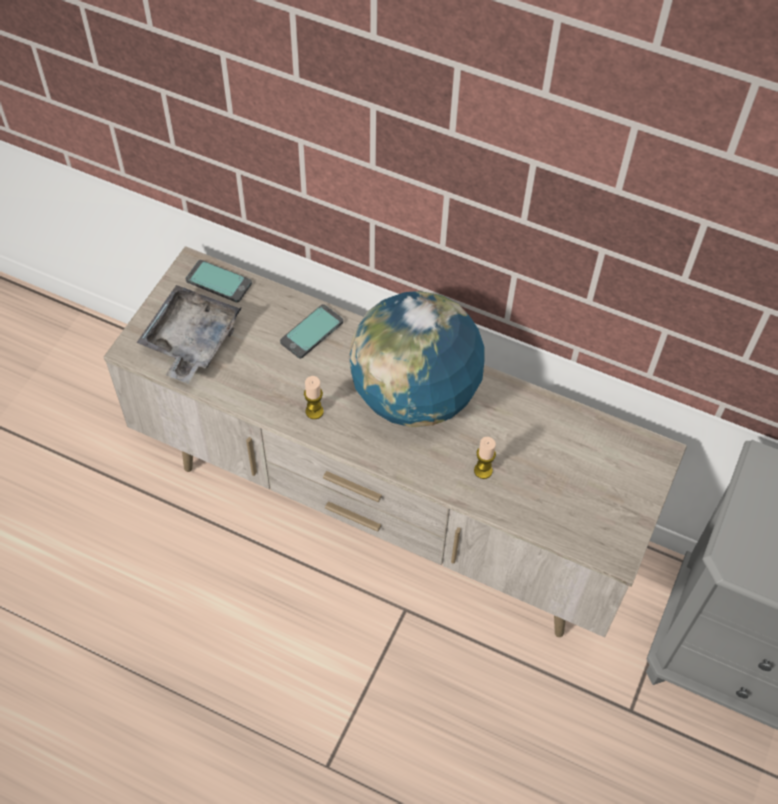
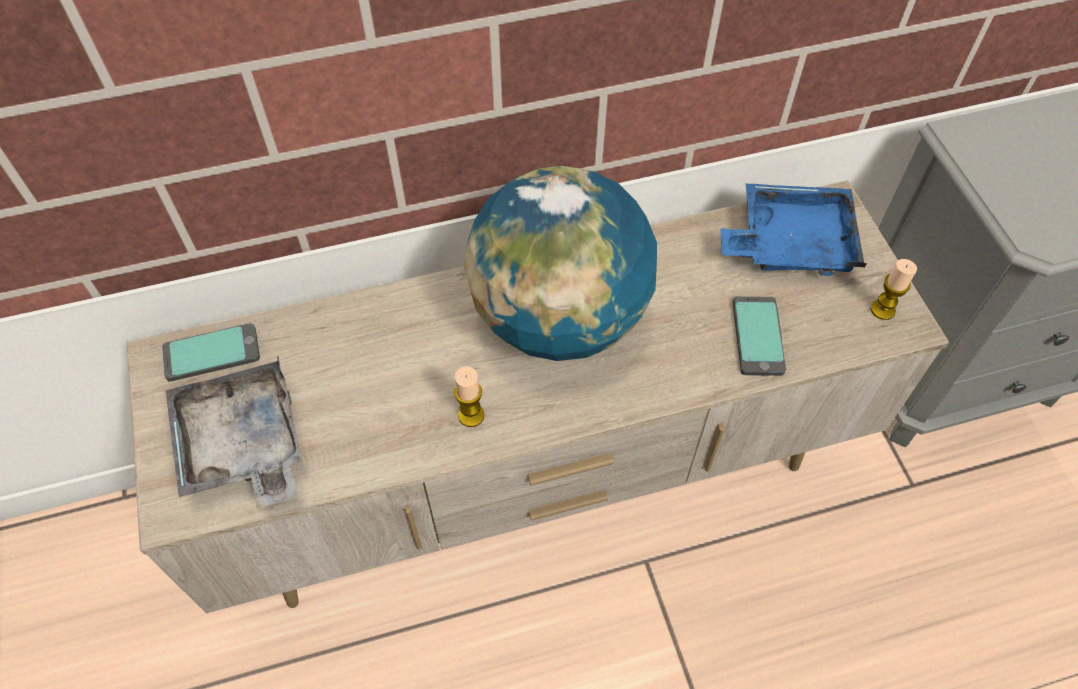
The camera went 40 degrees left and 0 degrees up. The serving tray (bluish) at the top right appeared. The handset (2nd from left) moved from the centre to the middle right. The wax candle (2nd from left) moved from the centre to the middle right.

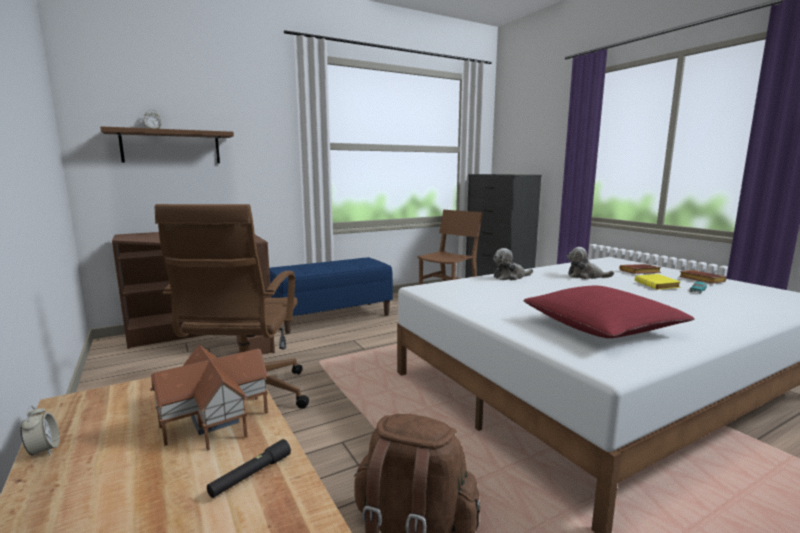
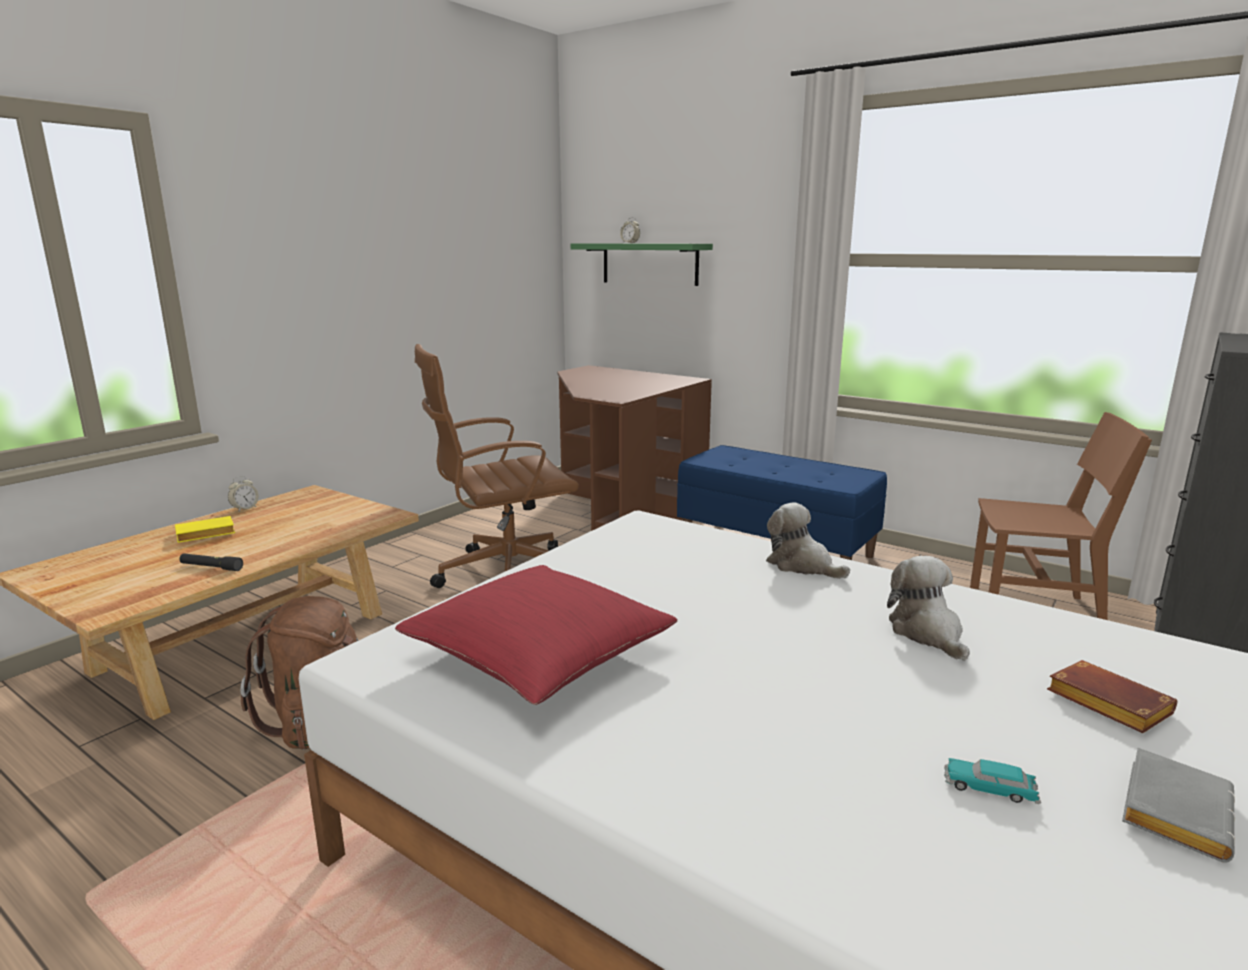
The camera went 65 degrees right and 5 degrees up. The model house at the bottom left disappeared. The volume (yellow) moved from the middle right to the middle left. The bracket shelf (brownish) at the top left became the bracket shelf (greenish) at the top centre. The volume (brownish) (2nd from left) at the middle right became the volume (gray) at the bottom right.

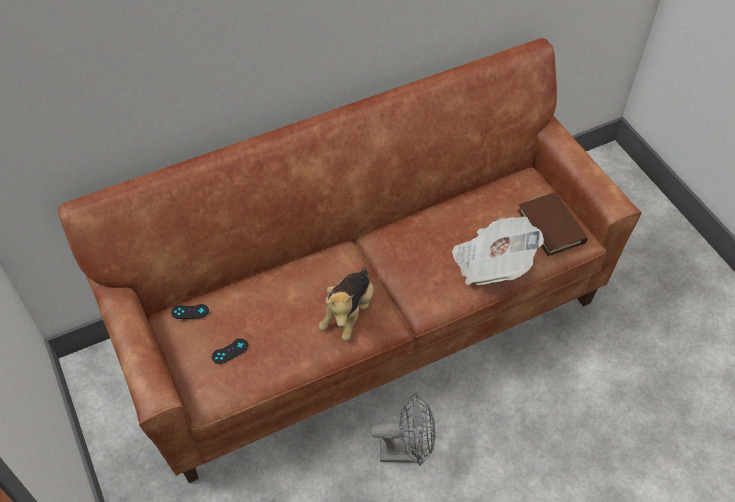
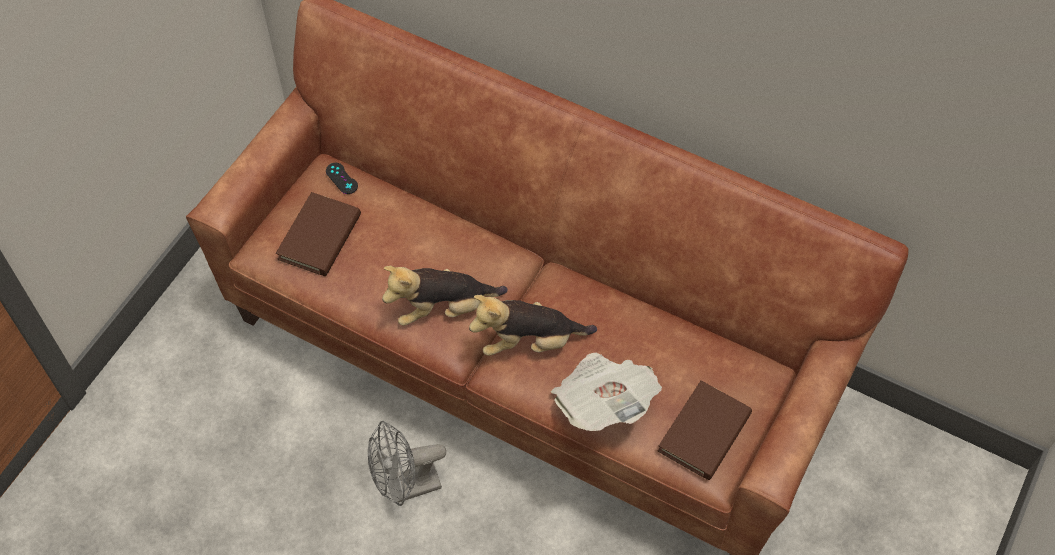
The camera went 55 degrees right and 5 degrees up. The soft toy (2nd from left) at the centre appeared. The joypad (black-coloured) (2nd from left) at the bottom left was replaced by the volume (brownish) (1st from left) at the middle left. The electric fan (gray) at the bottom centre turned 105 degrees clockwise.

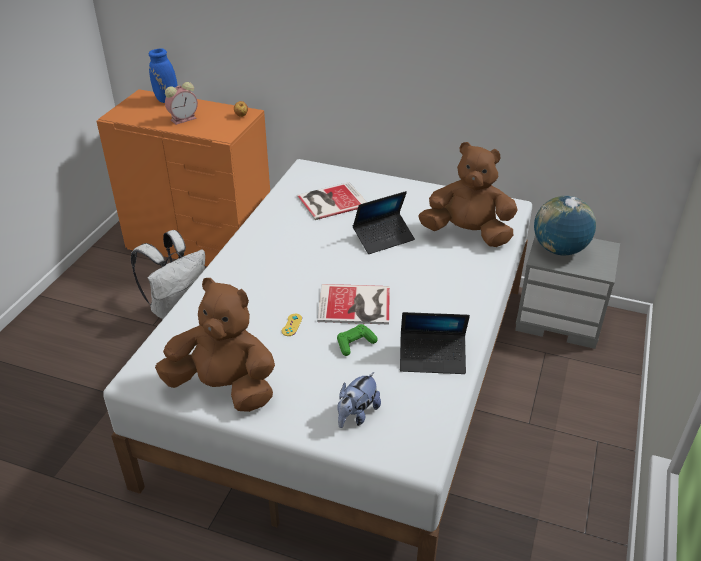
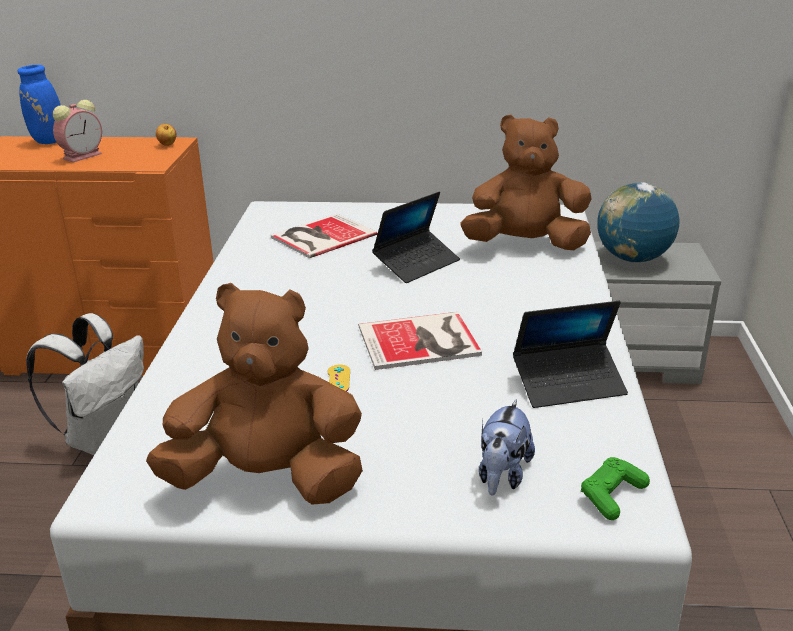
The camera went 15 degrees left and 10 degrees down. The joypad (greenish) moved from the centre to the bottom right.

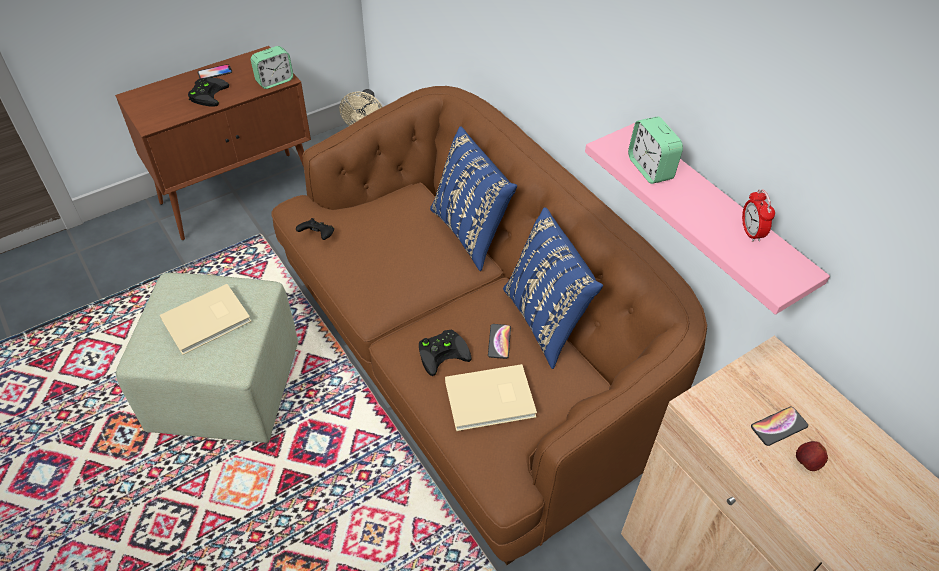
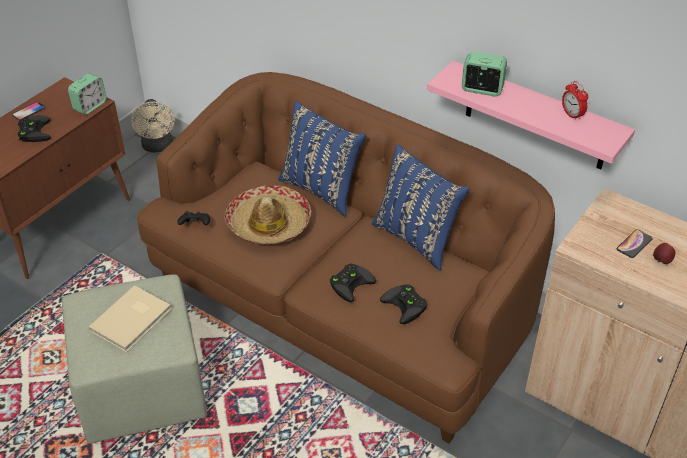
The camera went 20 degrees left and 5 degrees down. The handset (2nd from left) at the centre disappeared. The clothing hat at the centre appeared. The volume (beige-coloured) (2nd from left) at the bottom centre was replaced by the joypad (black-coloured) (4th from left) at the centre. The alarm clock (2nd from left) at the top right turned 150 degrees clockwise.

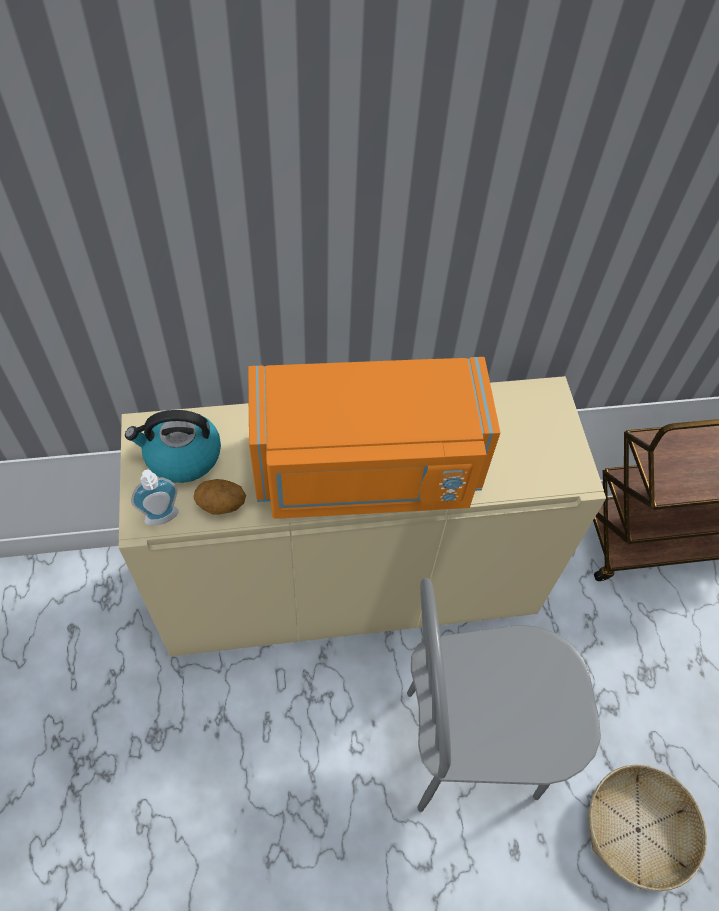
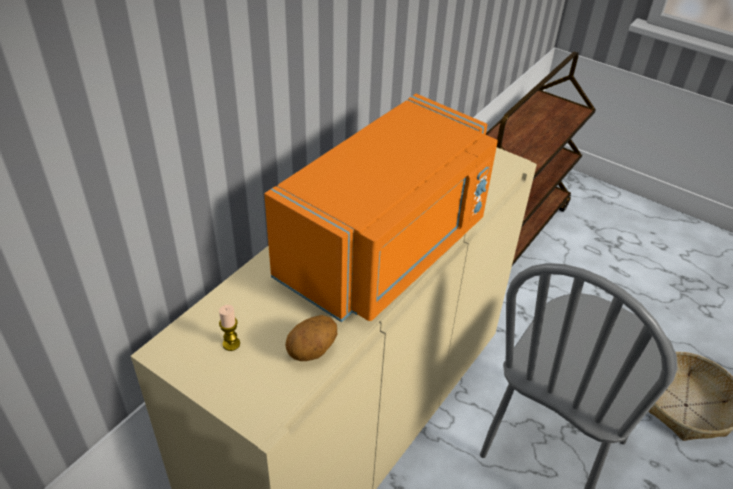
The camera went 45 degrees left and 15 degrees down. The soap bottle at the middle left disappeared. The tea kettle at the middle left was replaced by the wax candle at the bottom left.

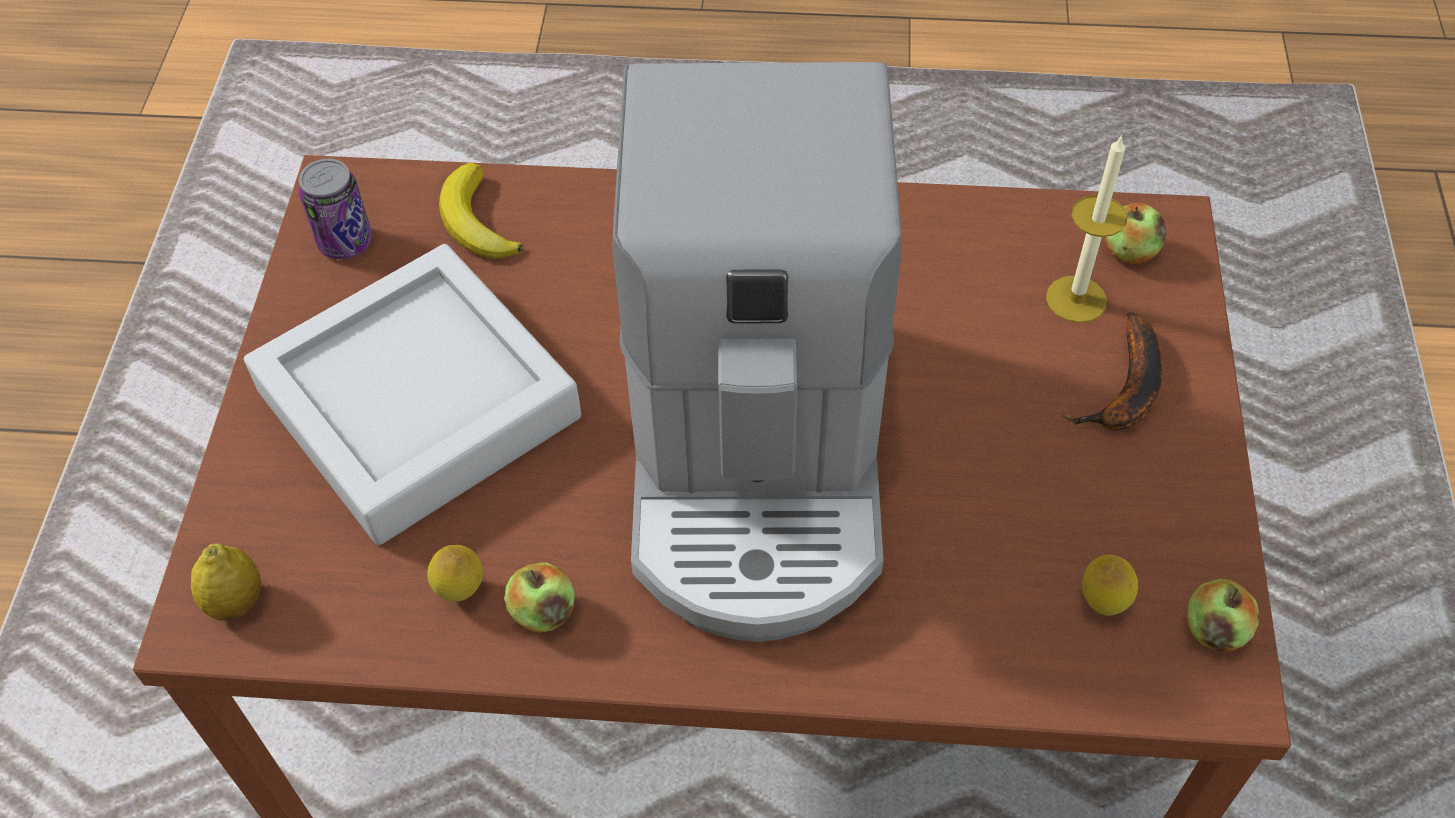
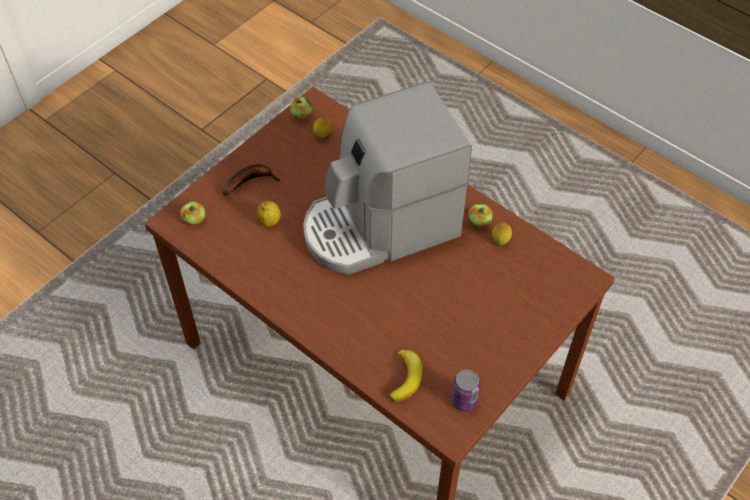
The camera went 145 degrees left and 0 degrees up. The serving tray (gray) at the middle left disappeared. The wax candle at the top right disappeared. The whole lemon (1st from left) moved from the bottom left to the centre. The coffee maker at the centre turned 150 degrees counterclockwise.

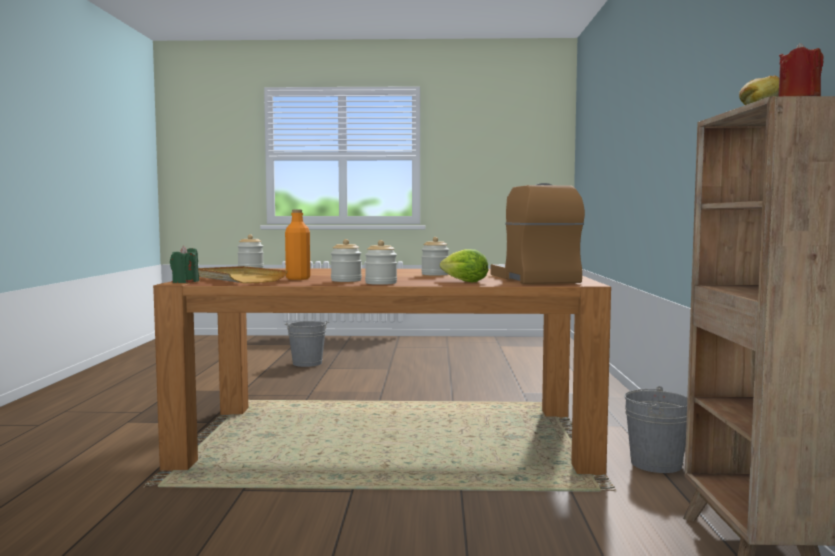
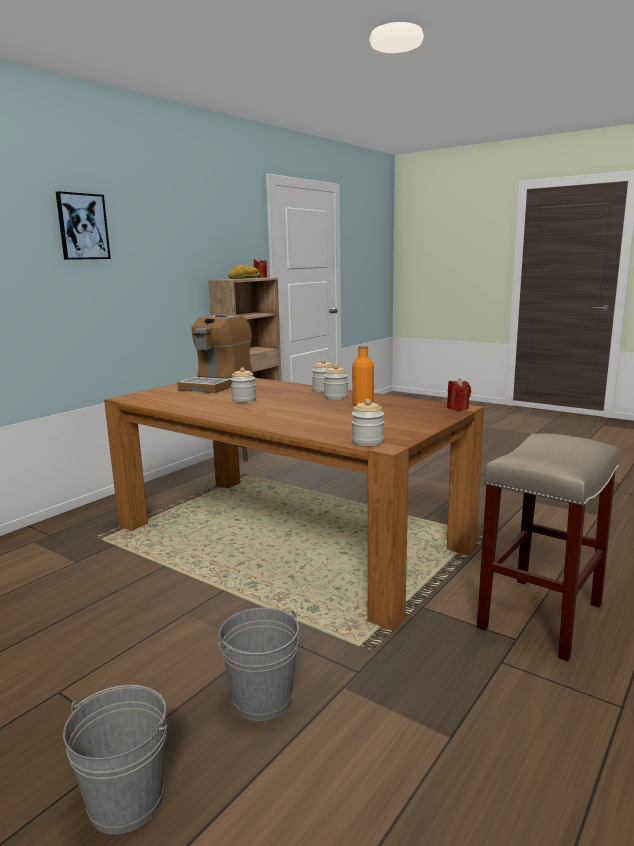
The camera went 145 degrees left and 10 degrees up. The serving tray (beige-coloured) at the middle left disappeared. The head of lettuce at the centre disappeared. The wall art at the top left appeared. The stool seat (beige-coloured) at the middle right appeared. The water bucket (gray) (2nd from left) moved from the bottom right to the bottom centre. The wax candle (greenish) at the middle left became the wax candle (red) (2nd from left) at the middle right.

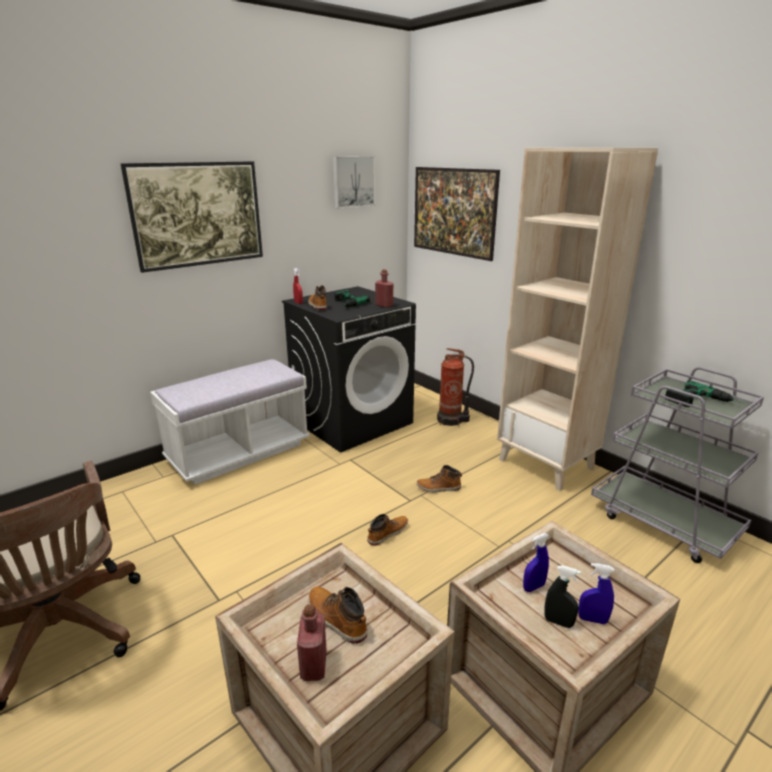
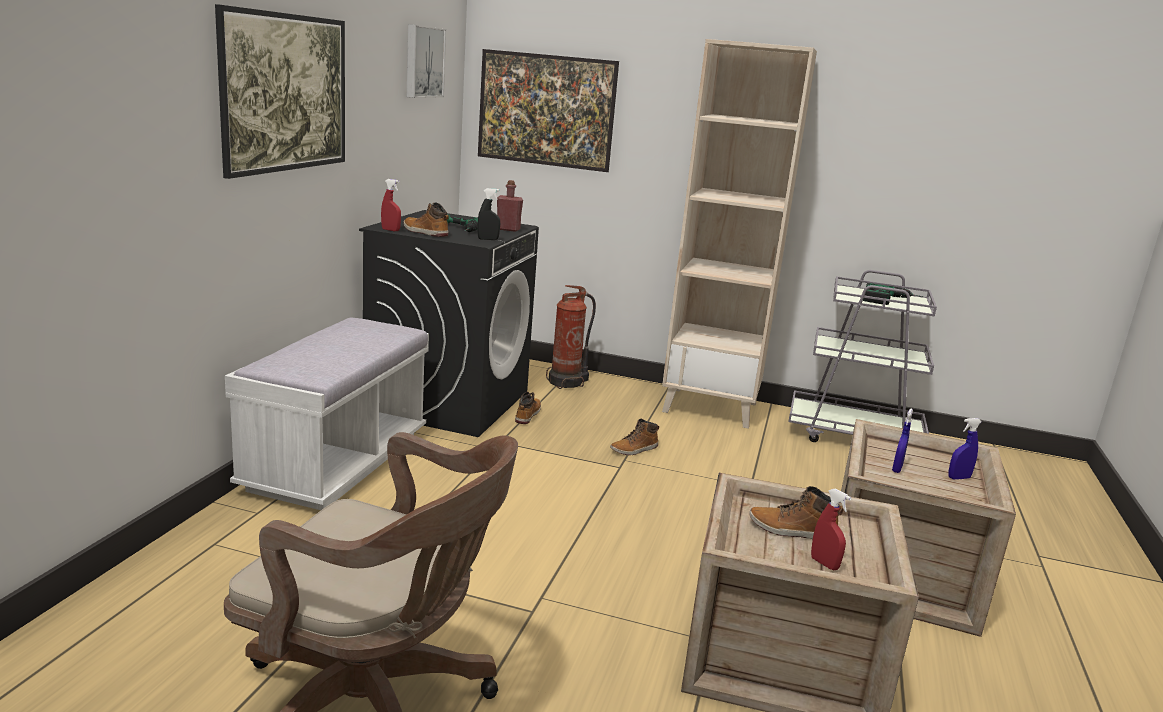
The camera went 35 degrees left and 5 degrees down. The tall boot (3rd from left in the first image) moved from the bottom centre to the centre. The hand sprayer (black-coloured) moved from the bottom right to the top centre. The drink bottle (red) (1st from left) at the bottom centre was replaced by the hand sprayer (red) (2nd from left) at the bottom right.

